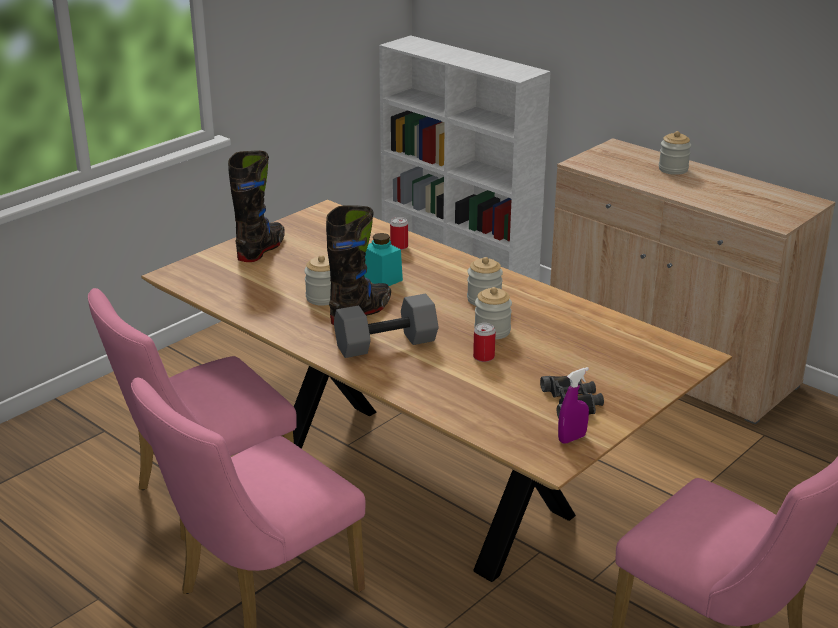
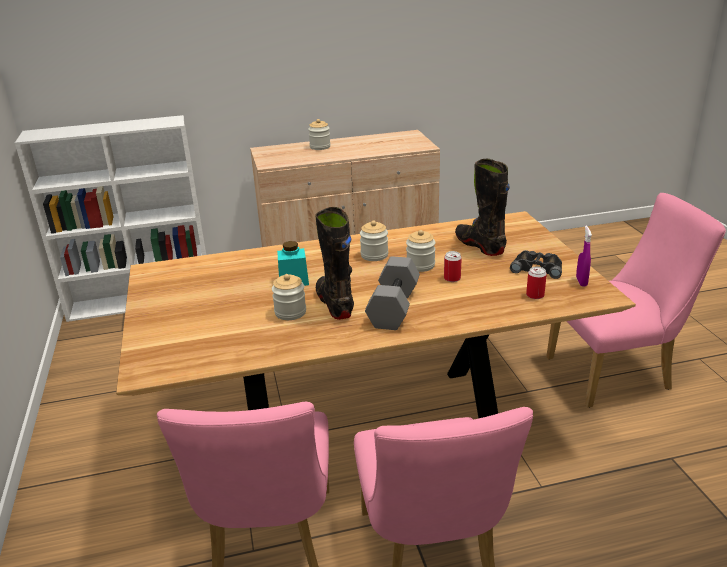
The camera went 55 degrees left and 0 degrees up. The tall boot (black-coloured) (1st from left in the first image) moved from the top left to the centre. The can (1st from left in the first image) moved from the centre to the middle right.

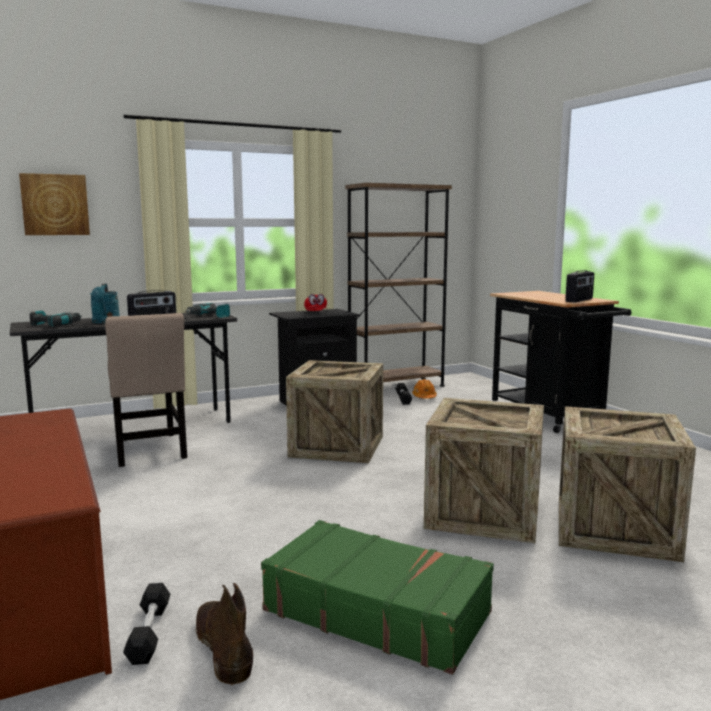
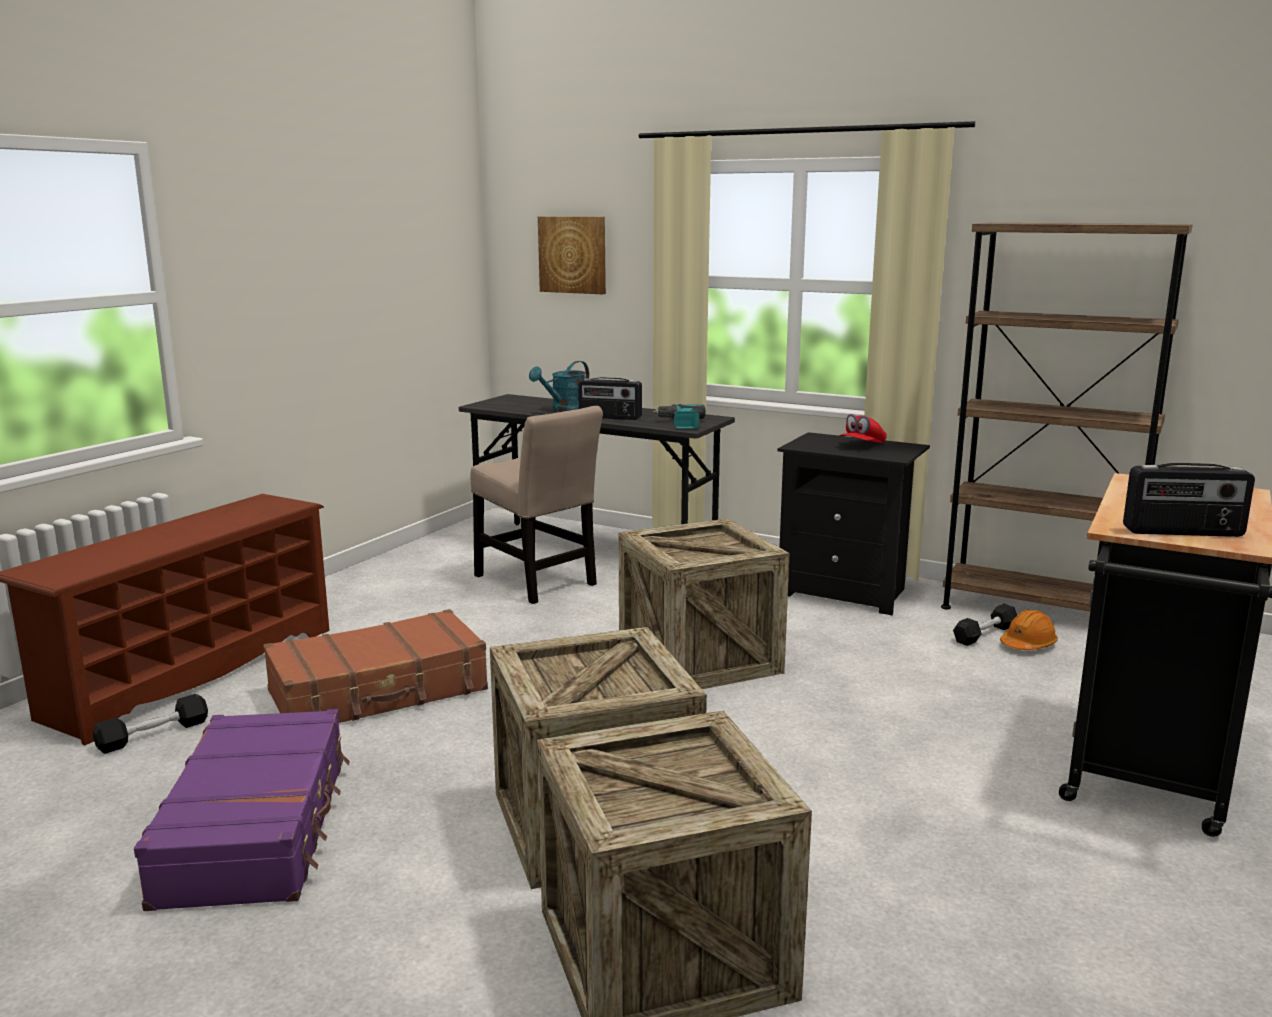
The camera went 55 degrees right and 5 degrees up. The drill (1st from left) at the middle left disappeared. The tall boot (brownish) at the bottom left disappeared. The travel case (brownish) at the middle left appeared. The travel case (greenish) at the bottom centre became the travel case (purple) at the bottom left. The plain chair (beige-coloured) at the middle left turned 75 degrees counterclockwise.

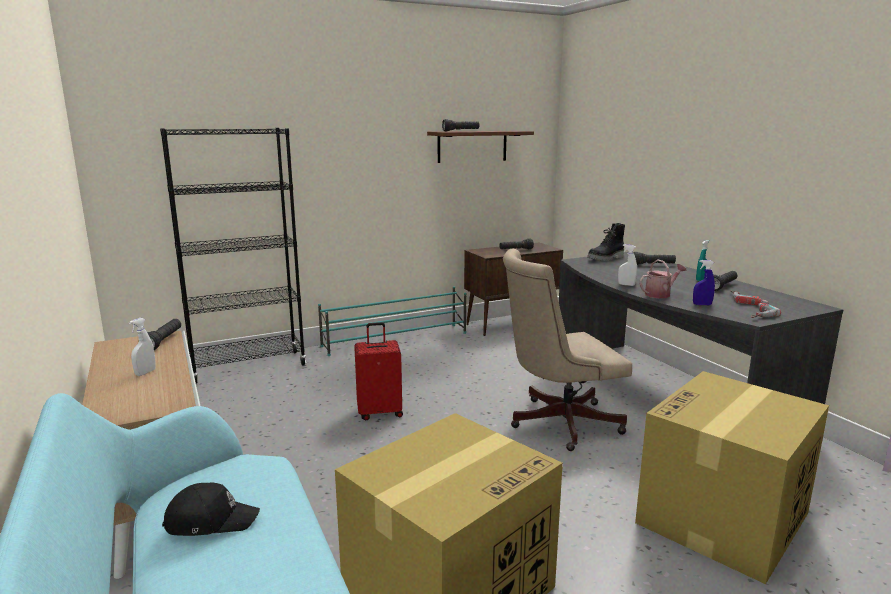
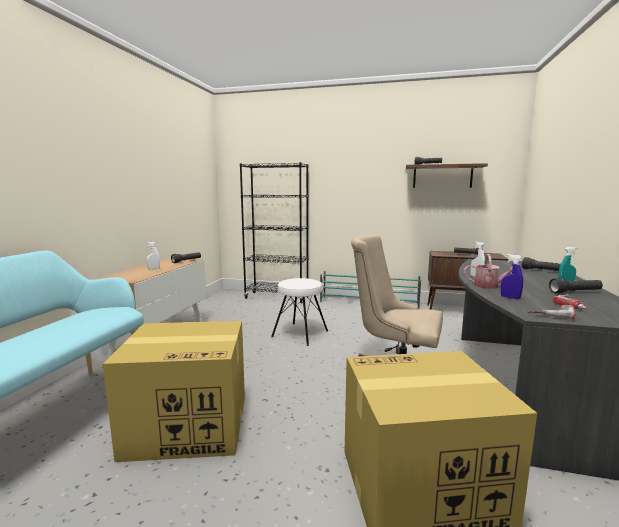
The camera went 40 degrees right and 5 degrees down. The peaked cap (black-coloured) at the bottom left disappeared. The tall boot (black-coloured) at the middle right disappeared. The travel case (red) at the centre was replaced by the stool seat (white-coloured) at the centre.

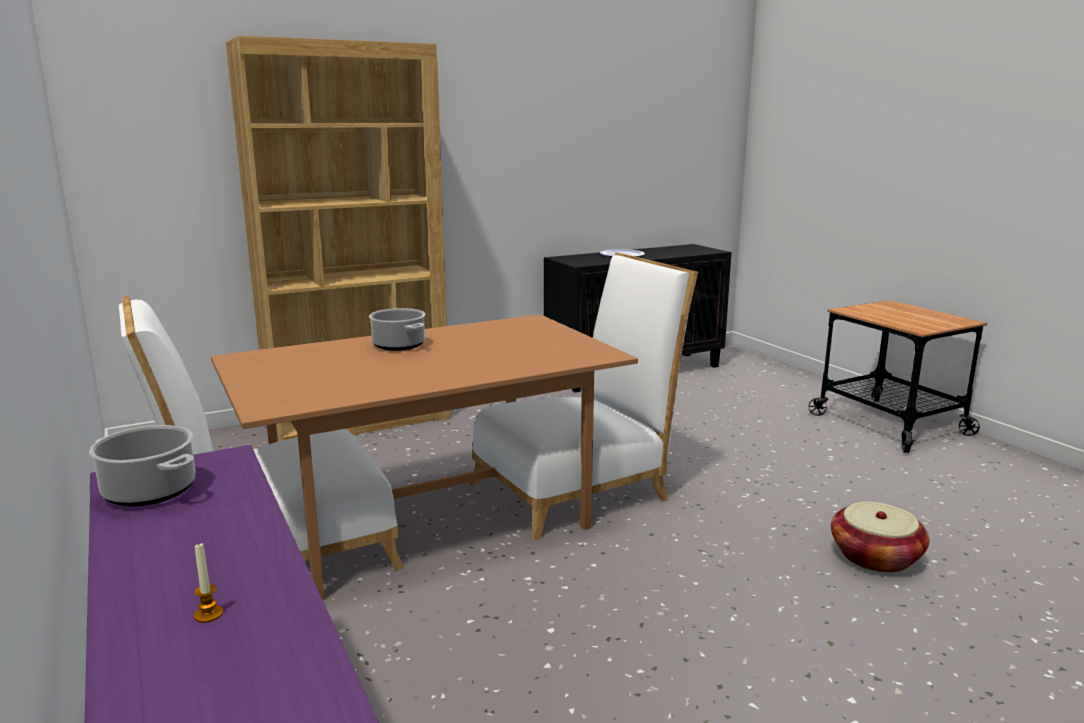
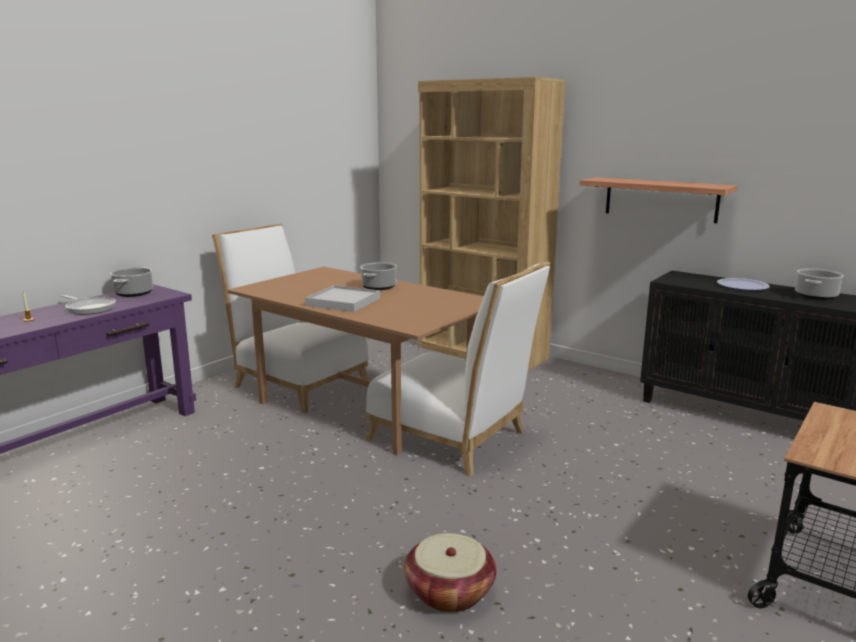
The camera went 65 degrees right and 0 degrees up. The frying pan at the middle left appeared. The serving tray (white-coloured) at the centre appeared. The bracket shelf at the top right appeared. The saucepot (3rd from left) at the middle right appeared.

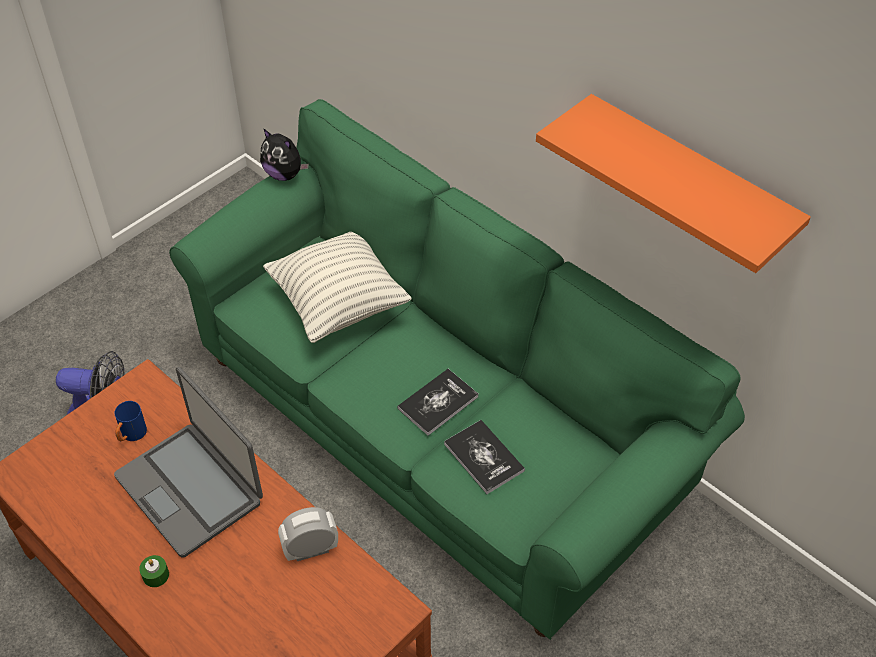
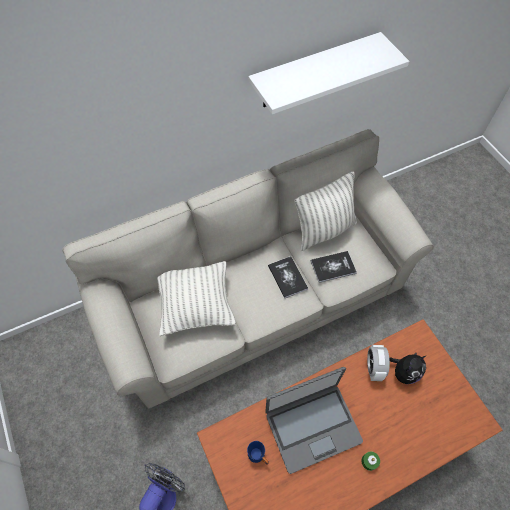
The camera went 70 degrees left and 10 degrees up. The throw pillow (2nd from left) at the centre appeared. The soft toy moved from the top left to the bottom right. The sofa (greenish) at the centre became the sofa (beige-coloured) at the centre. The bracket shelf (orangey) at the top right became the bracket shelf (white-coloured) at the top centre.

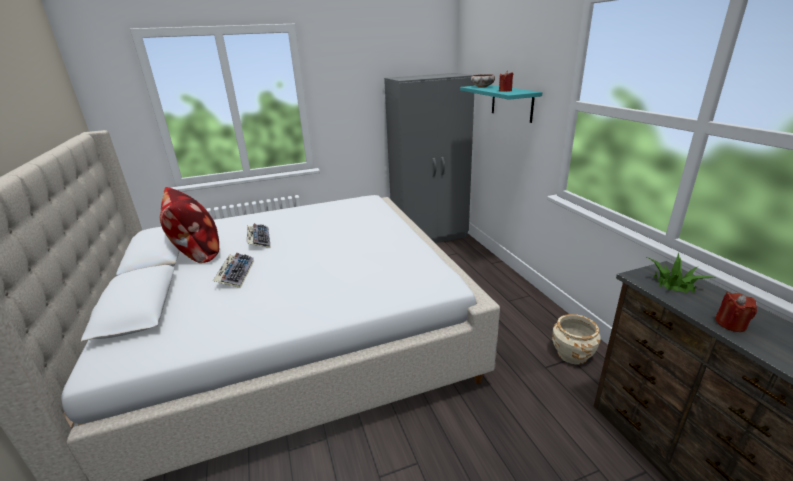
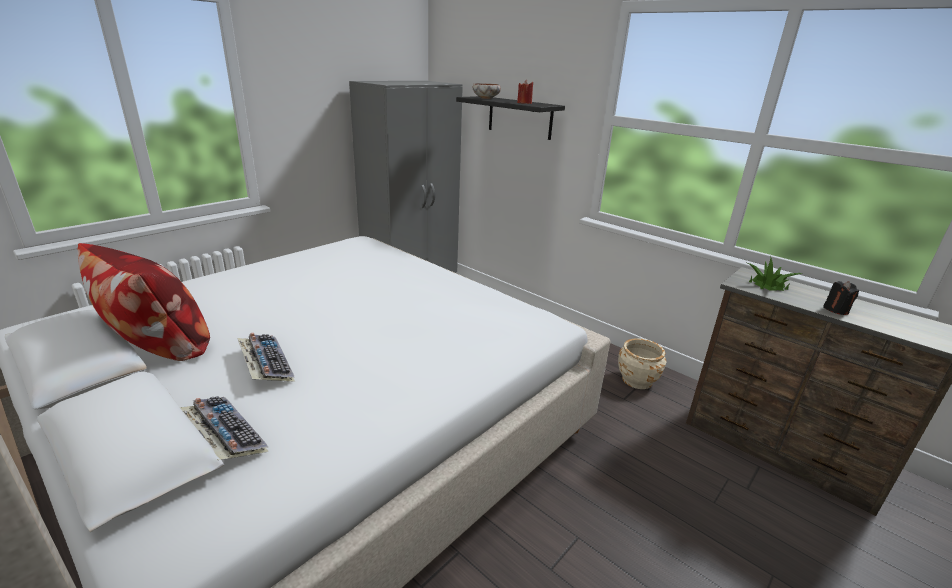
The camera went 30 degrees left and 0 degrees up. The PC keyboard (2nd from left in the first image) moved from the middle left to the bottom left. The bracket shelf (turquoise-coloured) at the top centre became the bracket shelf (black-coloured) at the top centre. The wax candle (red) (2nd from left) at the middle right became the wax candle (black-coloured) at the middle right.

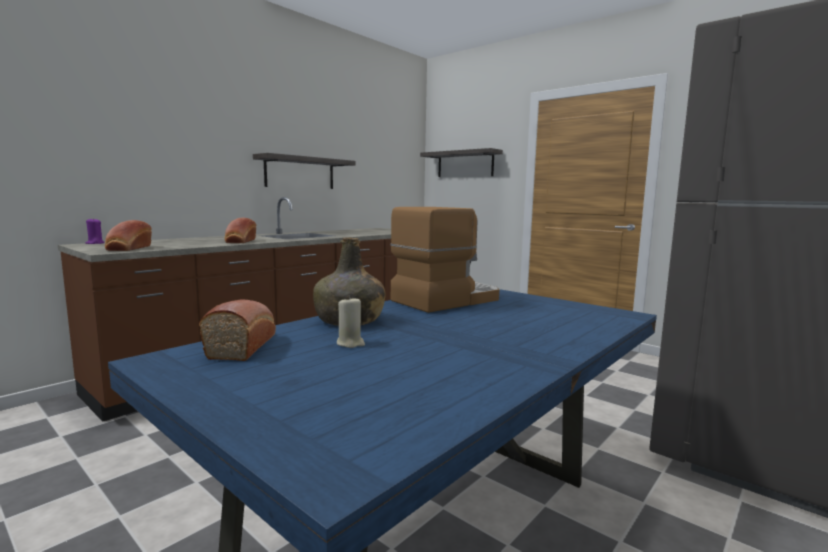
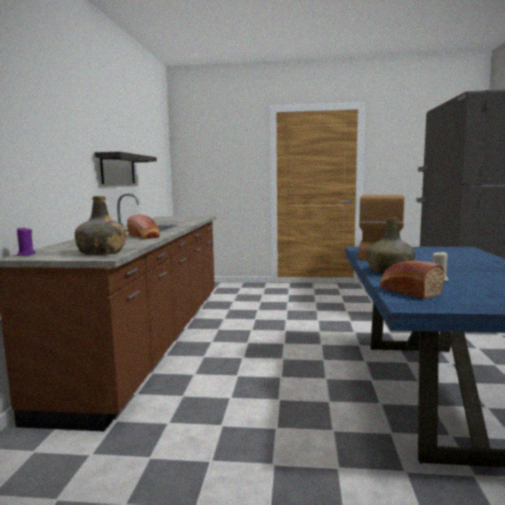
The camera went 35 degrees left and 0 degrees up. The bracket shelf (2nd from left) at the top centre disappeared. The bread (1st from left) at the middle left was replaced by the drink bottle (greenish) (1st from left) at the middle left.

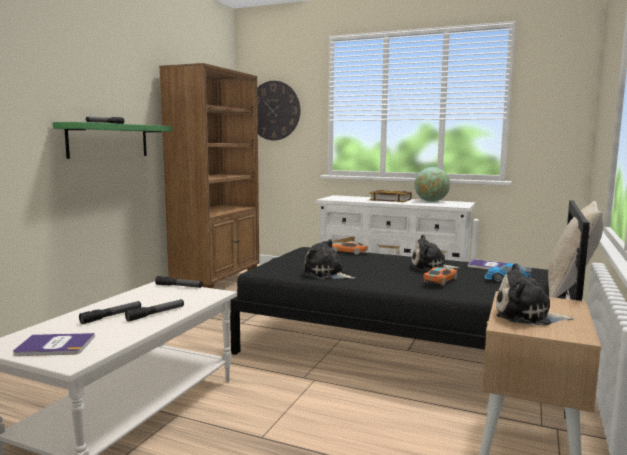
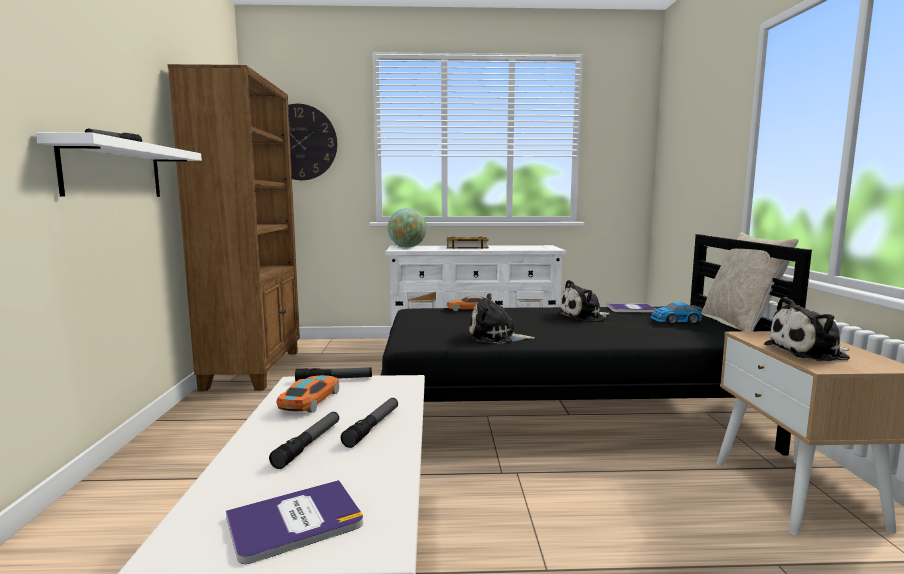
The camera went 25 degrees left and 0 degrees up. The globe moved from the middle right to the centre. The model car (2nd from left in the first image) moved from the middle right to the bottom centre. The bracket shelf (greenish) at the top left became the bracket shelf (white-coloured) at the top left.

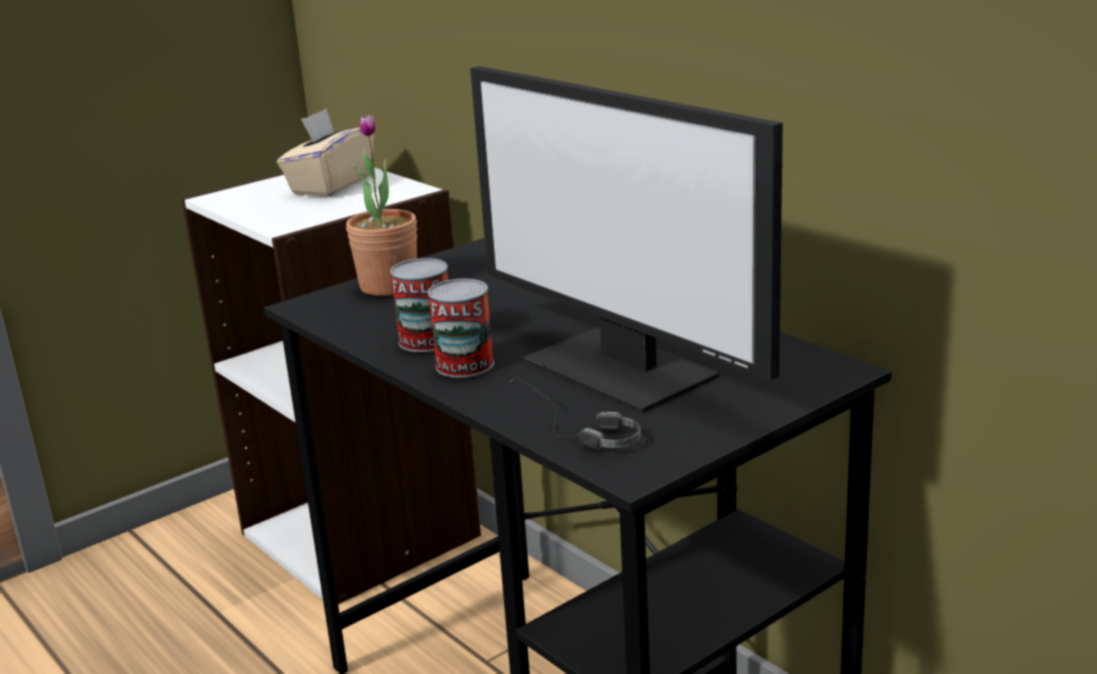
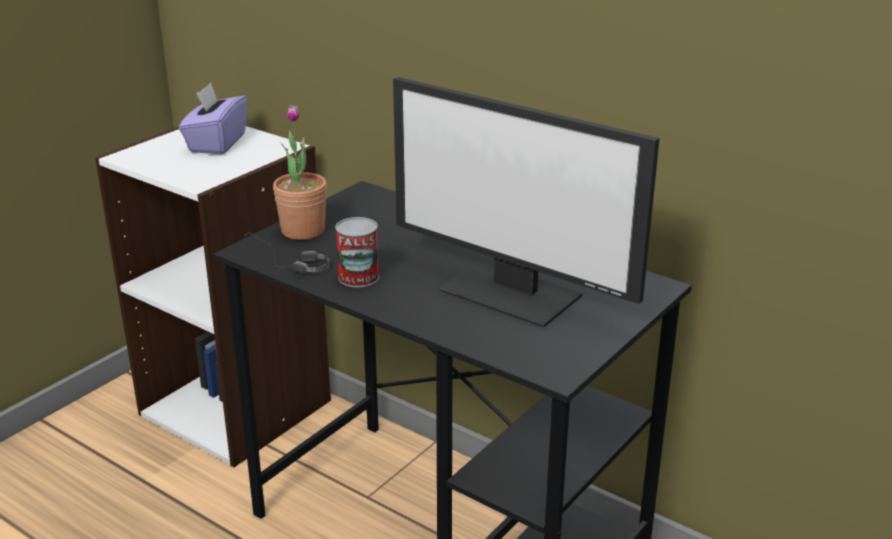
The camera went 15 degrees left and 5 degrees up. The can (2nd from left) at the centre disappeared. The pair of headphones moved from the centre to the middle left. The tissue box (beige-coloured) at the top left became the tissue box (purple) at the top left.

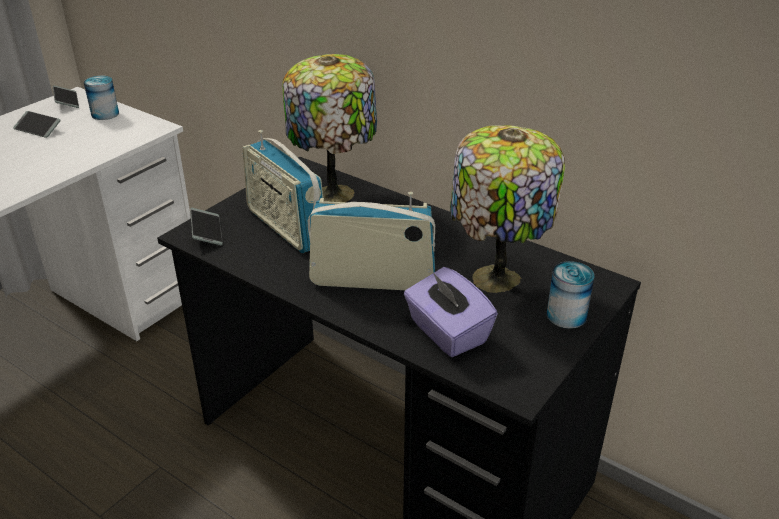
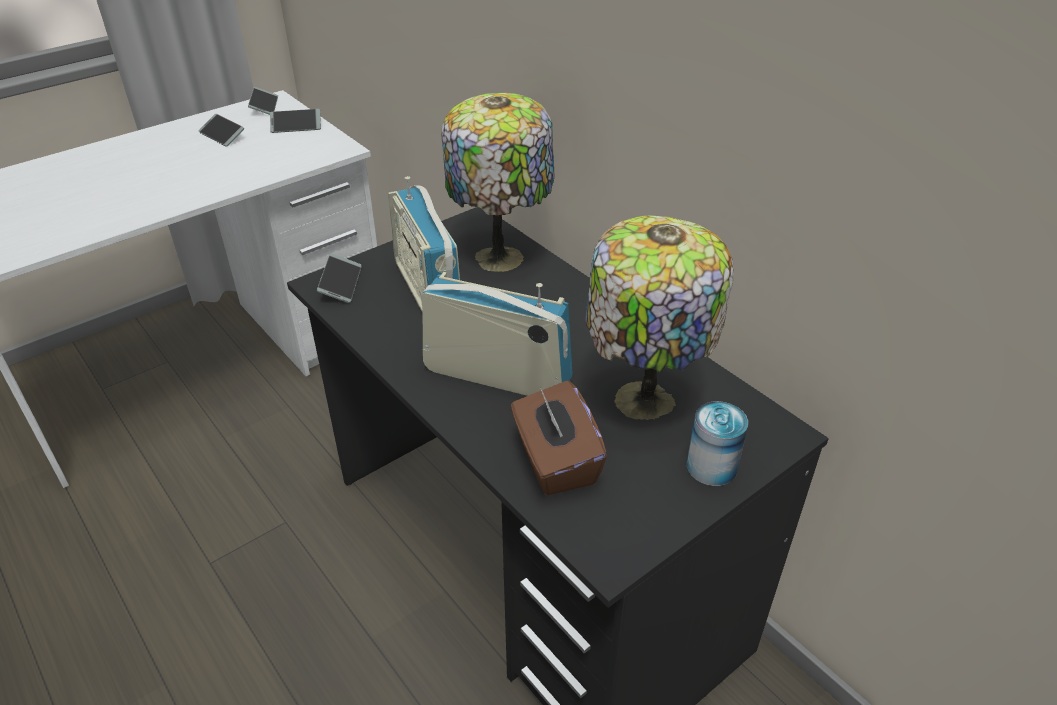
The camera went 15 degrees right and 5 degrees up. The can (1st from left) at the top left was replaced by the handset (3rd from left) at the top left. The tissue box (purple) at the centre became the tissue box (brownish) at the centre.

